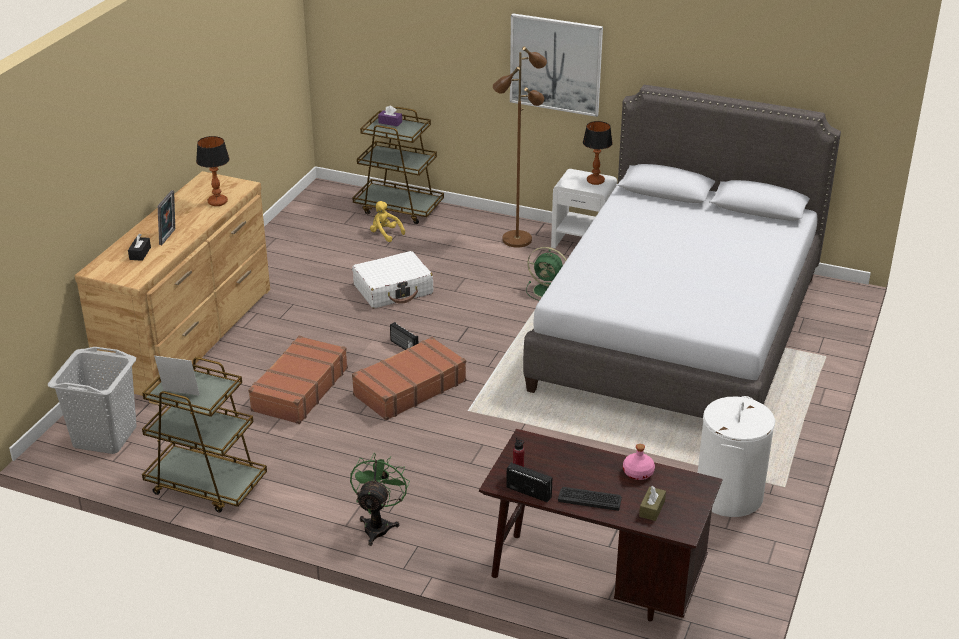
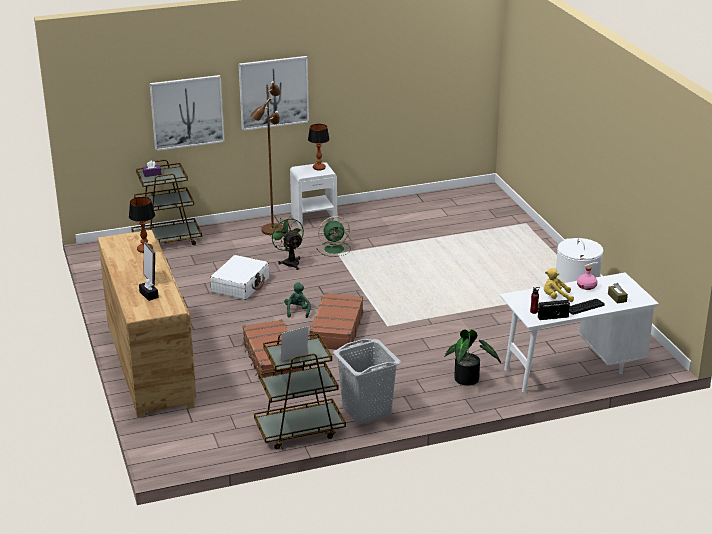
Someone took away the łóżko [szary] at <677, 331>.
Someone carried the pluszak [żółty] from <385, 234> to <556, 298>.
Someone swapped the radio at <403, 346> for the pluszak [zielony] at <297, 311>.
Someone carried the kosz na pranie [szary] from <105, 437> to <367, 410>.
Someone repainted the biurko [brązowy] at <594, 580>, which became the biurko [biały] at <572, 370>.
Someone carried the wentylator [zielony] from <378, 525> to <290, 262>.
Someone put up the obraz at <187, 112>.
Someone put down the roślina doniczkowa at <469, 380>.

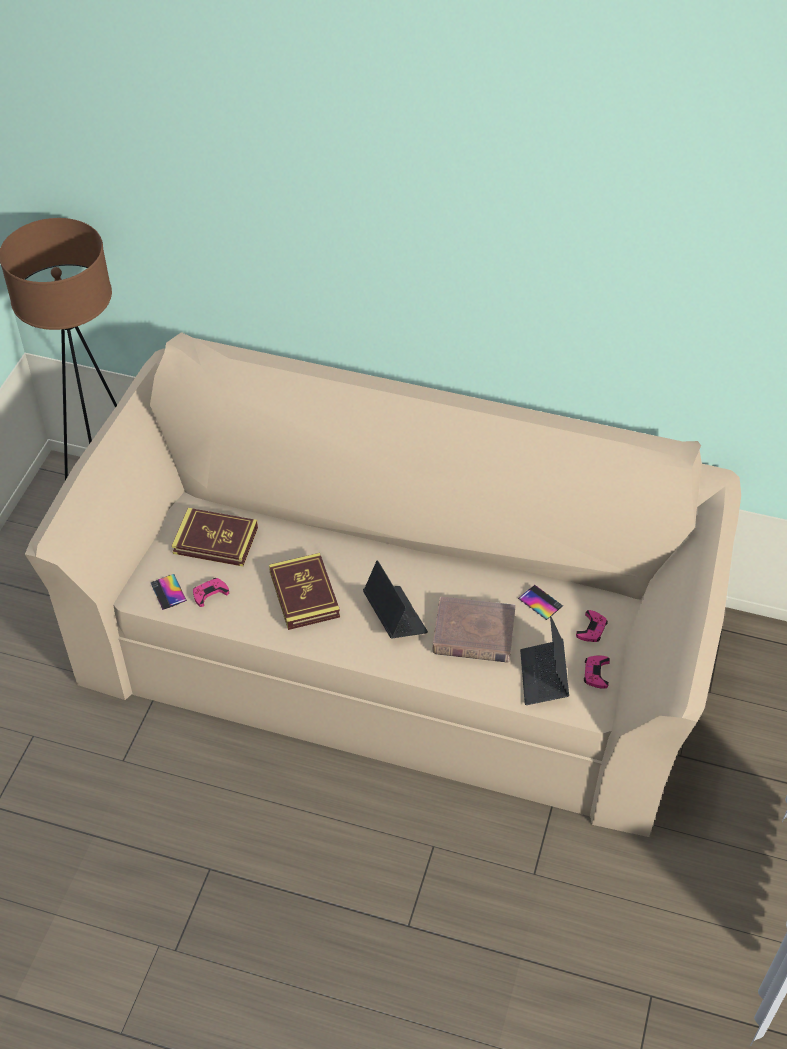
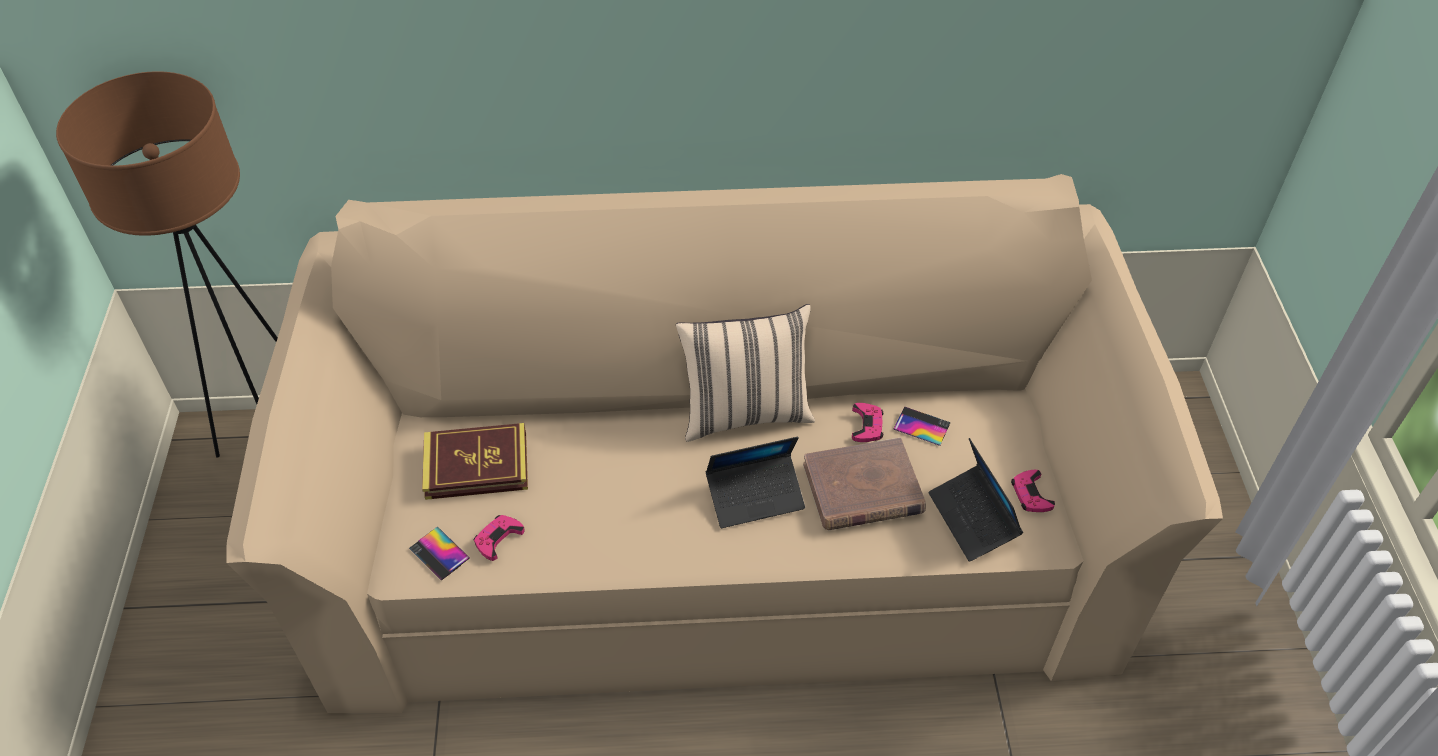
Someone took away the książka at <304, 594>.
Someone rotated the laptop at <395, 616> by 120 degrees clockwise.
Someone carried the pad do gier [różowy] from <592, 629> to <867, 425>.
Someone put down the poduszka [beżowy] at <745, 412>.

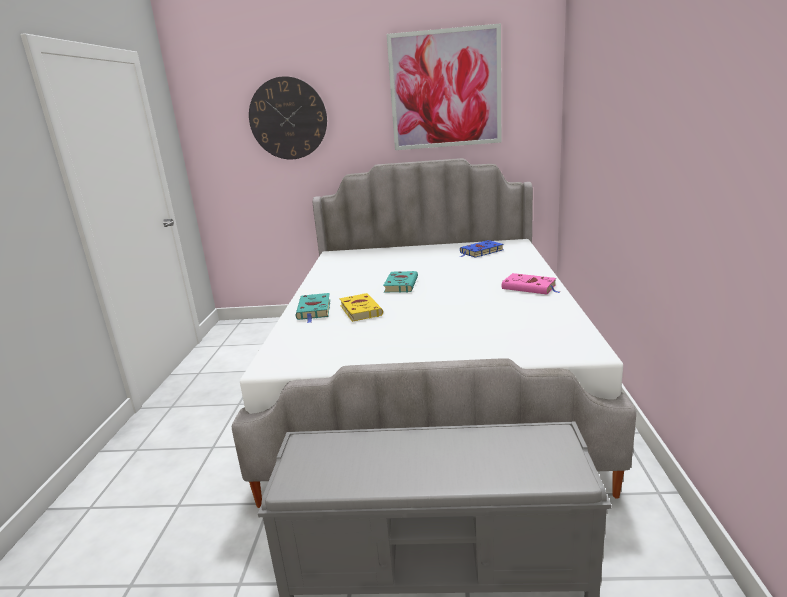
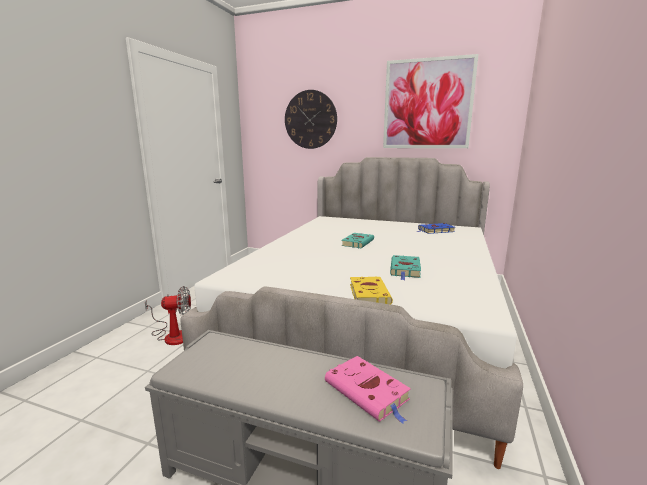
Someone carried the książka [różowy] from <530, 287> to <368, 392>.
Someone carried the książka [turkusowy] from <314, 310> to <405, 270>.
Someone carried the książka [żółty] from <360, 310> to <368, 293>.
Someone put down the wentylator at <172, 335>.

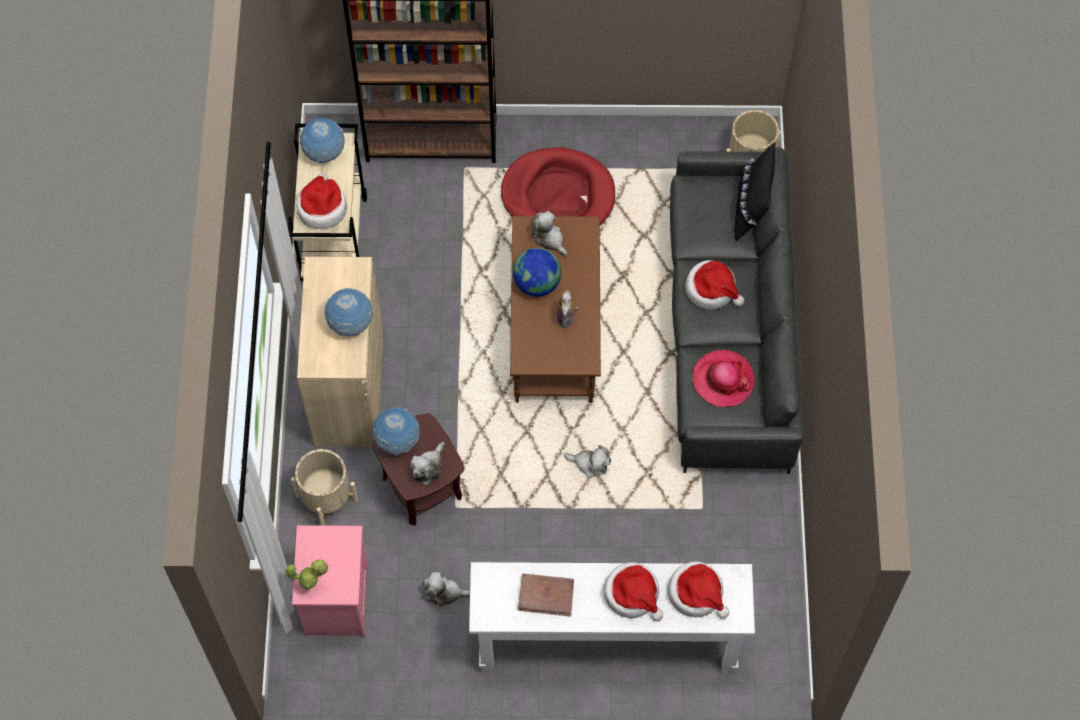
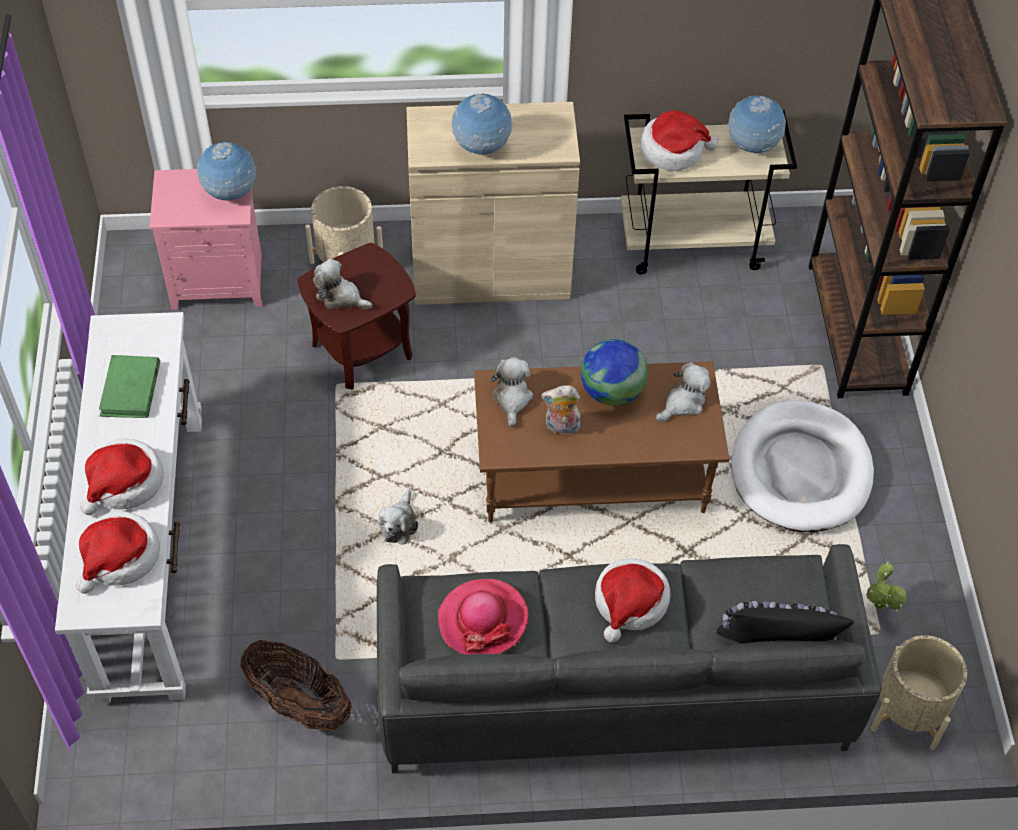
Someone repainted the legowisko [czerwony] at <558, 196>, which became the legowisko [biały] at <800, 471>.
Someone carried the globus from <397, 441> to <230, 193>.
Someone carried the roślina doniczkowa from <310, 583> to <879, 609>.
Someone carried the pluszak from <445, 593> to <512, 398>.
Someone repainted the książka [brązowy] at <546, 596>, which became the książka [zielony] at <130, 390>.
Someone put down the koszyk at <299, 703>.

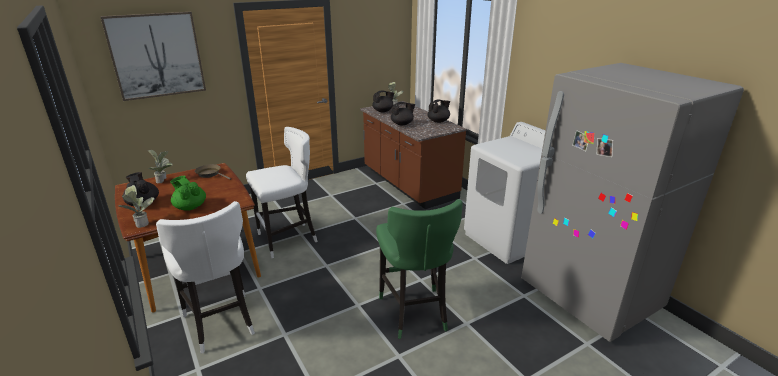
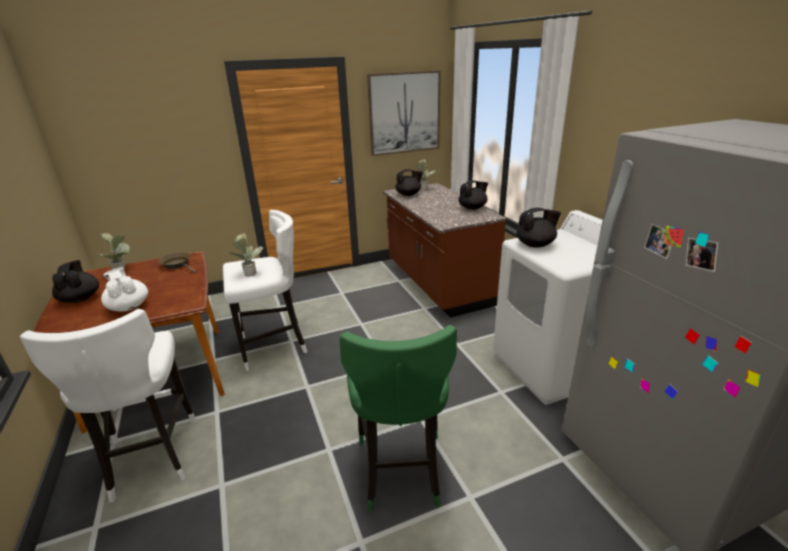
Someone carried the obraz from <156, 55> to <404, 113>.
Someone carried the imbryk [czarny] from <402, 124> to <535, 245>.
Someone repainted the imbryk [zielony] at <190, 207>, which became the imbryk [biały] at <129, 306>.
Someone carried the roślina doniczkowa from <141, 223> to <249, 272>.

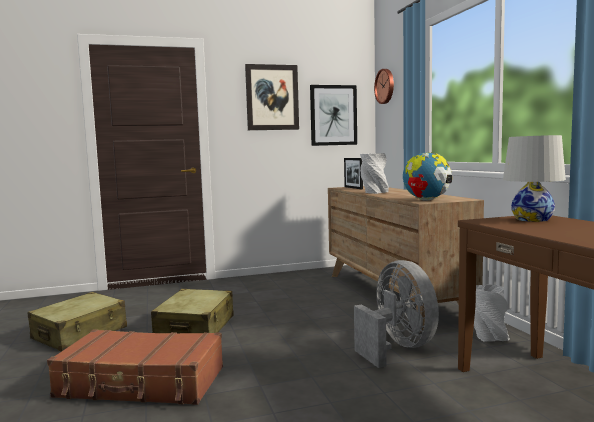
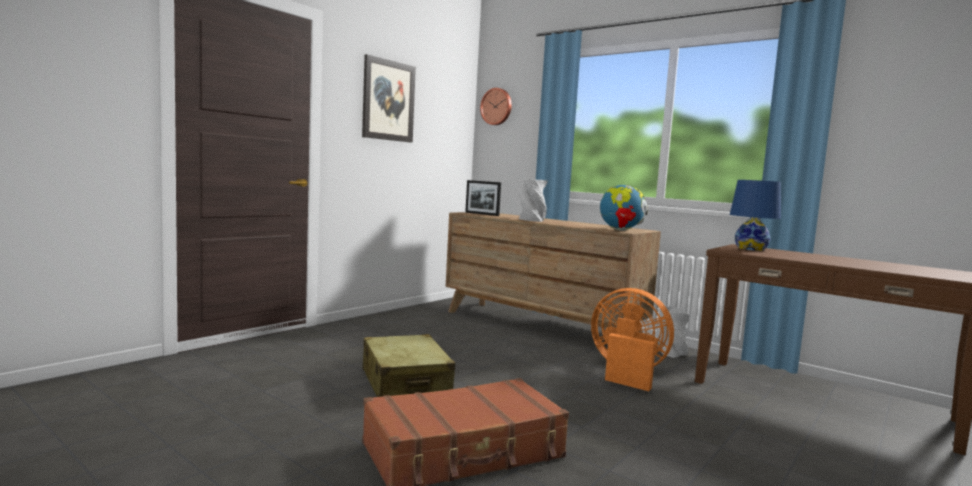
Someone took away the obraz at <333, 115>.
Someone repainted the lampa stołowa [biały] at <532, 219>, which became the lampa stołowa [niebieski] at <751, 249>.
Someone repainted the wentylator [szary] at <397, 348>, which became the wentylator [pomarańczowy] at <627, 372>.
Someone took away the walizka [beżowy] at <80, 334>.

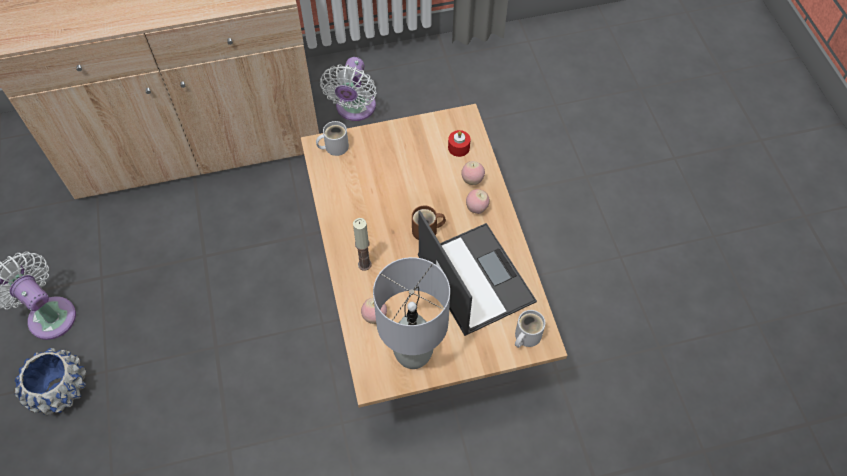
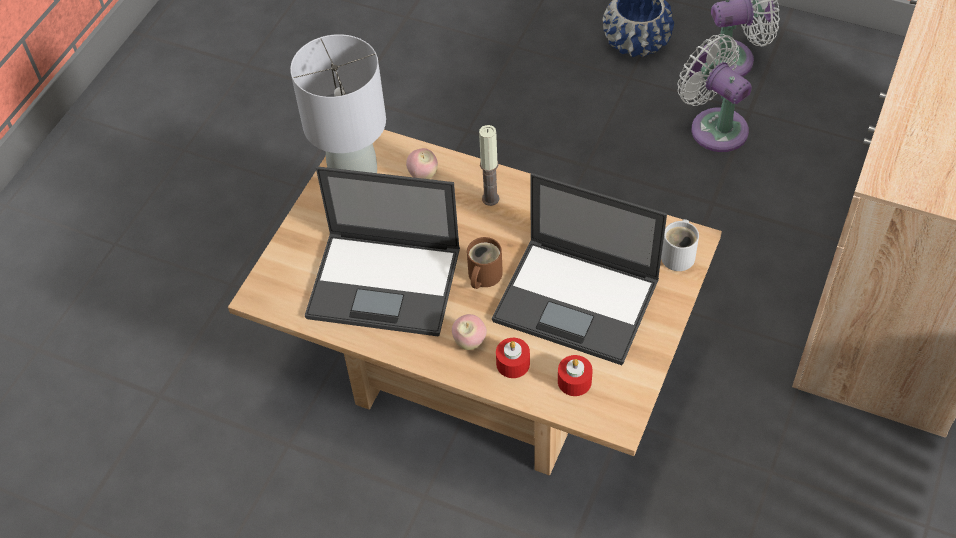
Someone carried the wentylator [biały] from <354, 109> to <714, 126>.
Someone swapped the jabłko at <472, 180> for the świeca [czerwony] at <513, 363>.
Someone took away the kubek [biały] at <525, 336>.
Someone put down the laptop at <578, 301>.

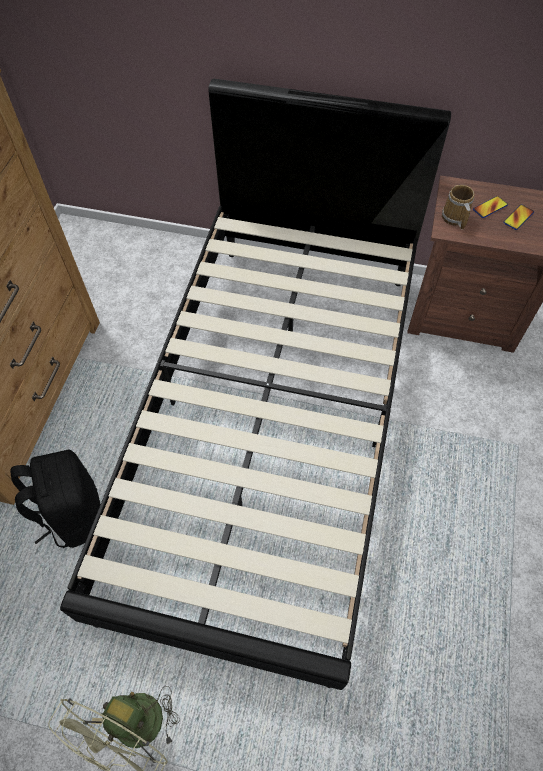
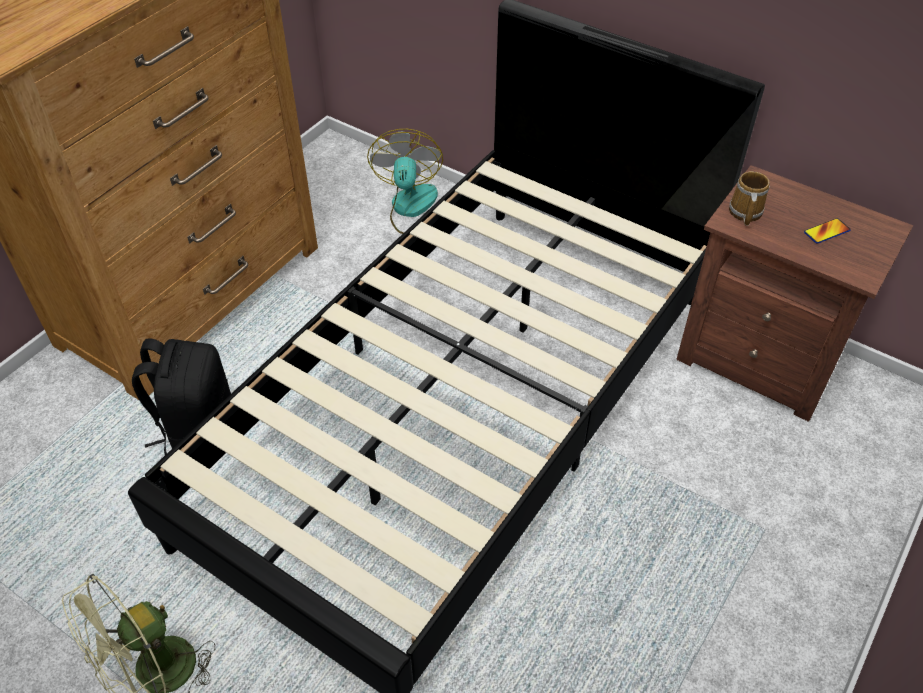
Someone took away the telefon at <490, 207>.
Someone put down the wentylator at <415, 209>.

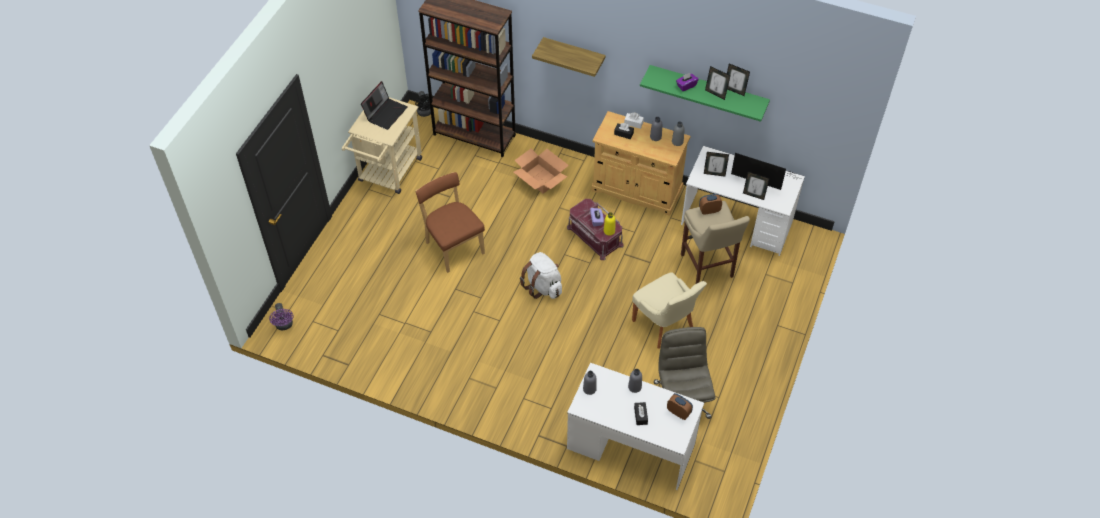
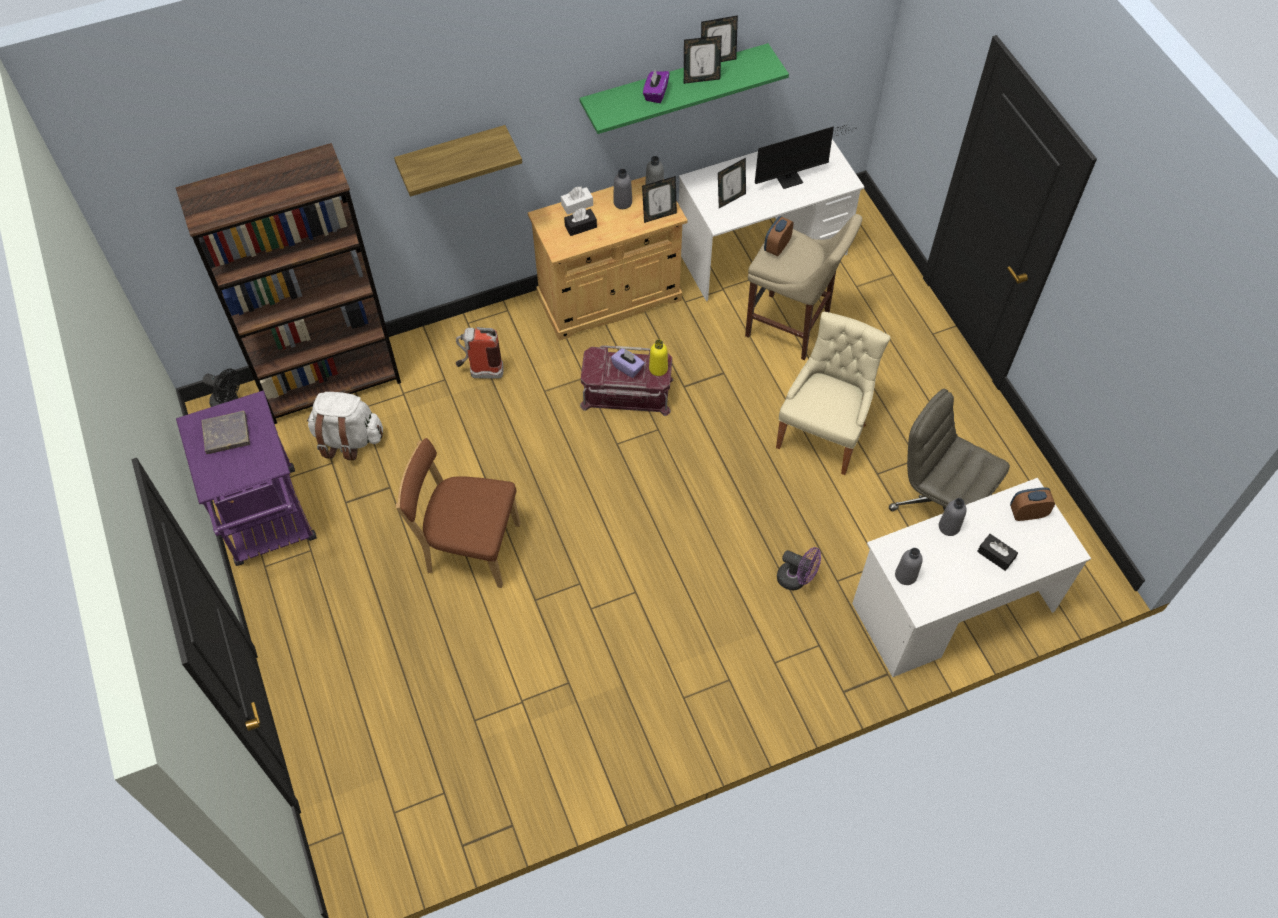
Someone swapped the laptop at <385, 113> for the książka [szary] at <226, 434>.
Someone repainted the wózek [beżowy] at <388, 174>, which became the wózek [fioletowy] at <269, 524>.
Someone swapped the karton at <541, 178> for the gaśnica at <480, 373>.
Someone carried the ramka na zdjęcie from <754, 195> to <659, 215>.
Someone carried the plecak [biały] from <543, 286> to <348, 439>.
Someone rotated the krzesło [beżowy] at <664, 325> by 75 degrees counterclockwise.
Someone carried the wentylator [fioletowy] from <284, 325> to <796, 579>.

